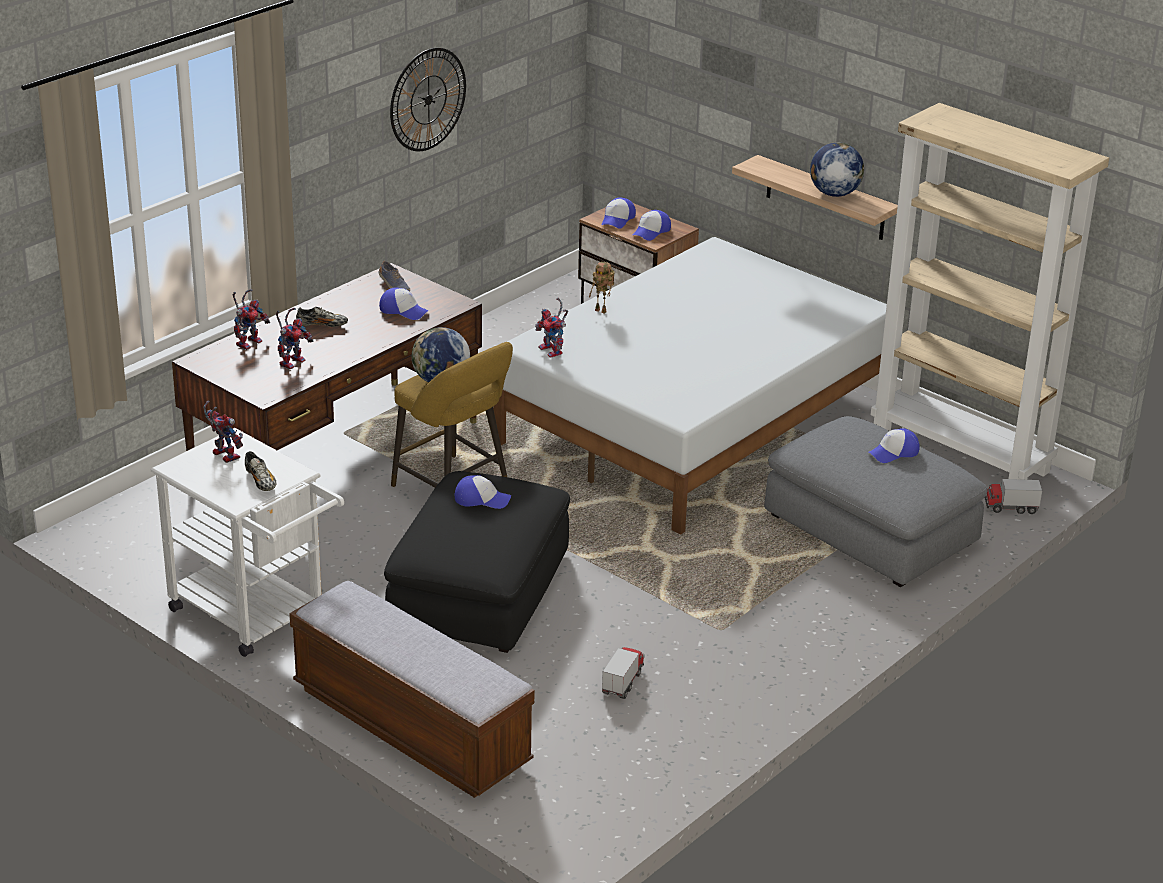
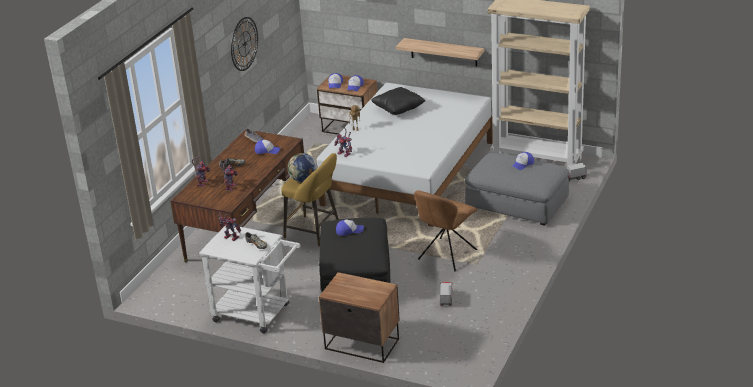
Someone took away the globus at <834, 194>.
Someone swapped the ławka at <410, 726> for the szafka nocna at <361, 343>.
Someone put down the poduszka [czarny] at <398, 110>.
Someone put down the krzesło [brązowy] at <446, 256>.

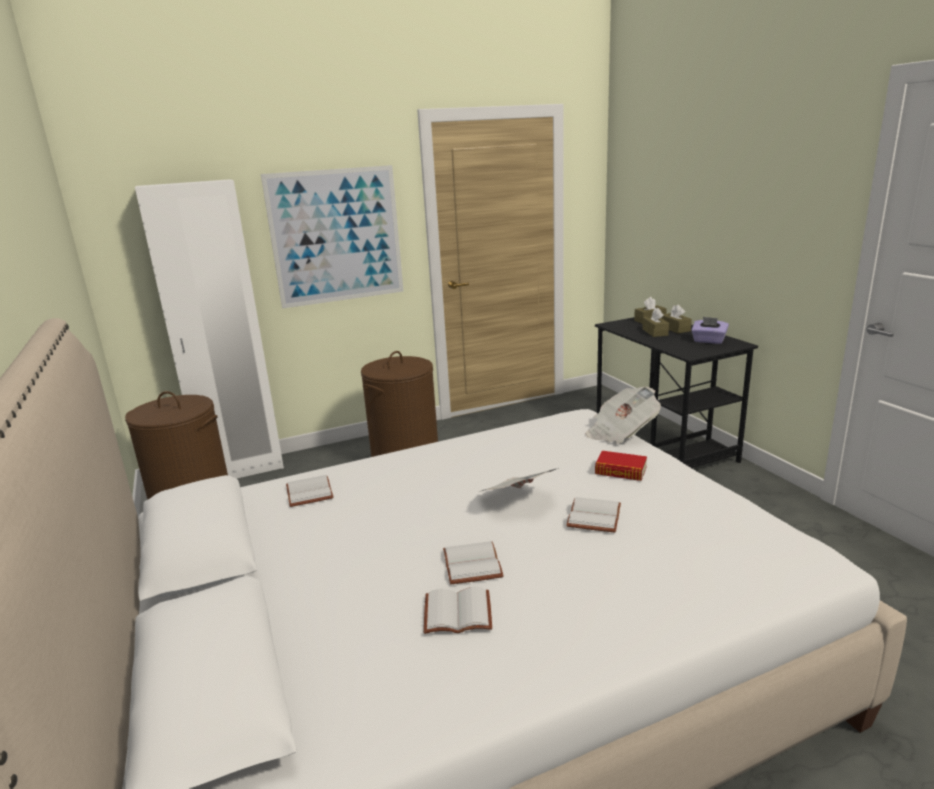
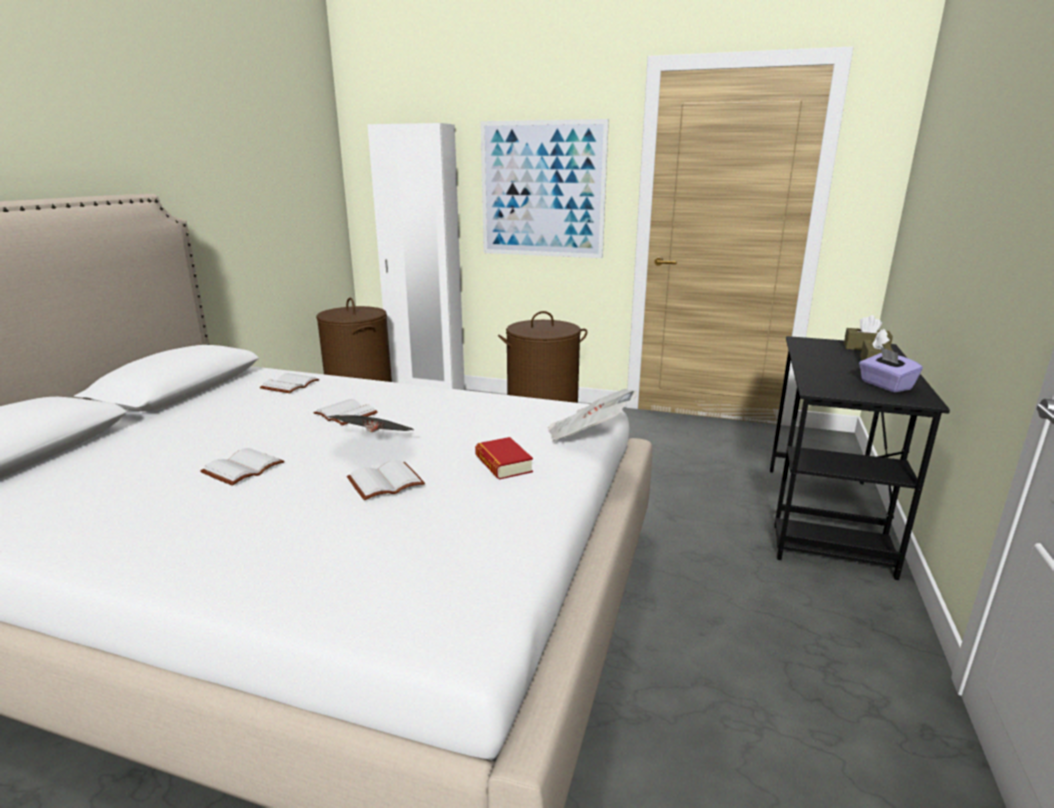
Someone took away the pudełko chusteczek [brązowy] at <655, 332>.
Someone carried the książka [biały] from <456, 615> to <344, 414>.

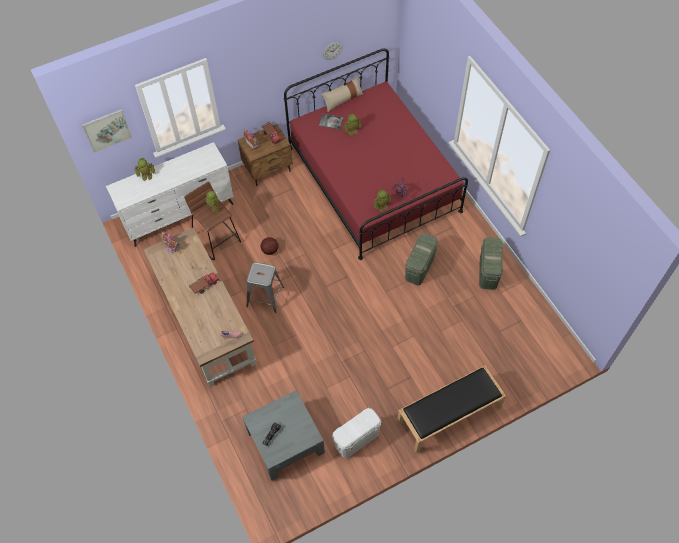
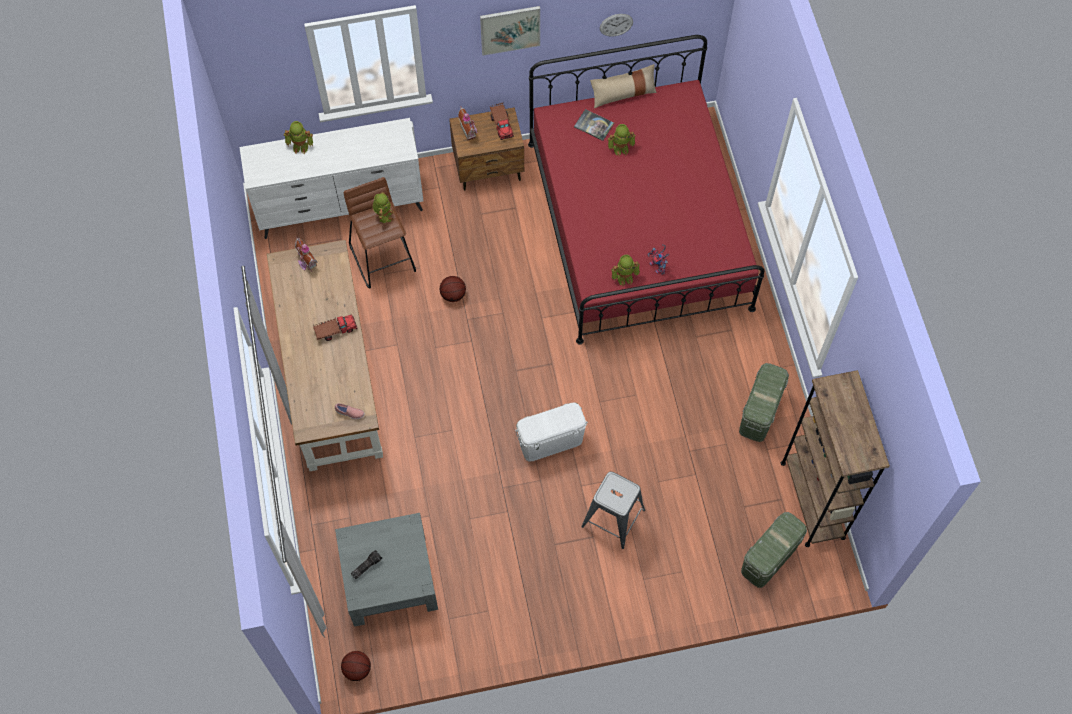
Someone carried the obraz from <107, 130> to <510, 29>.
Someone carried the pojemnik do przechowywania [zielony] from <419, 267> to <769, 558>.
Someone carried the stołek [szary] from <265, 297> to <613, 518>.
Someone took away the ławka [czarny] at <449, 415>.
Someone carried the pojemnik do przechowywania [biały] from <356, 439> to <550, 442>.
Someone put down the regał [brązowy] at <812, 500>.
Someone put down the piłka do koszykówki at <357, 669>.

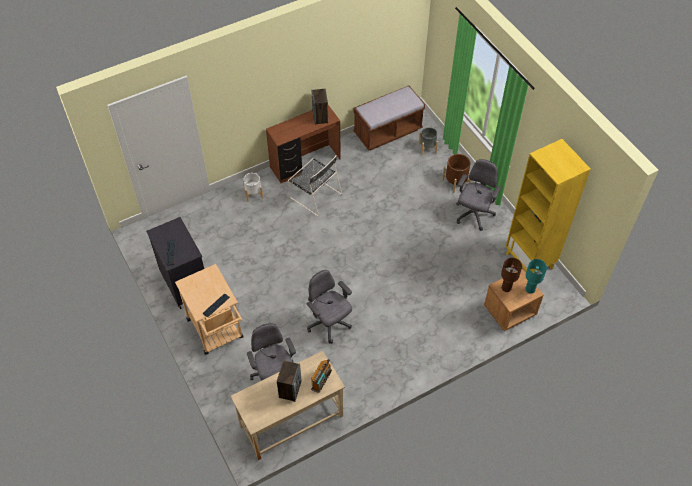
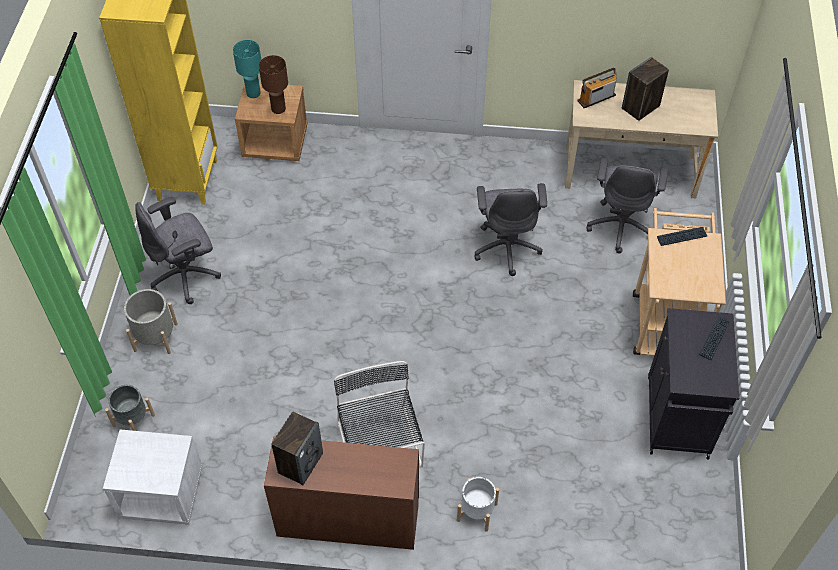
Someone swapped the ławka [brązowy] at <387, 132> for the szafka nocna [biały] at <161, 494>.
Someone repainted the donica [brązowy] at <455, 182>, which became the donica [szary] at <155, 337>.

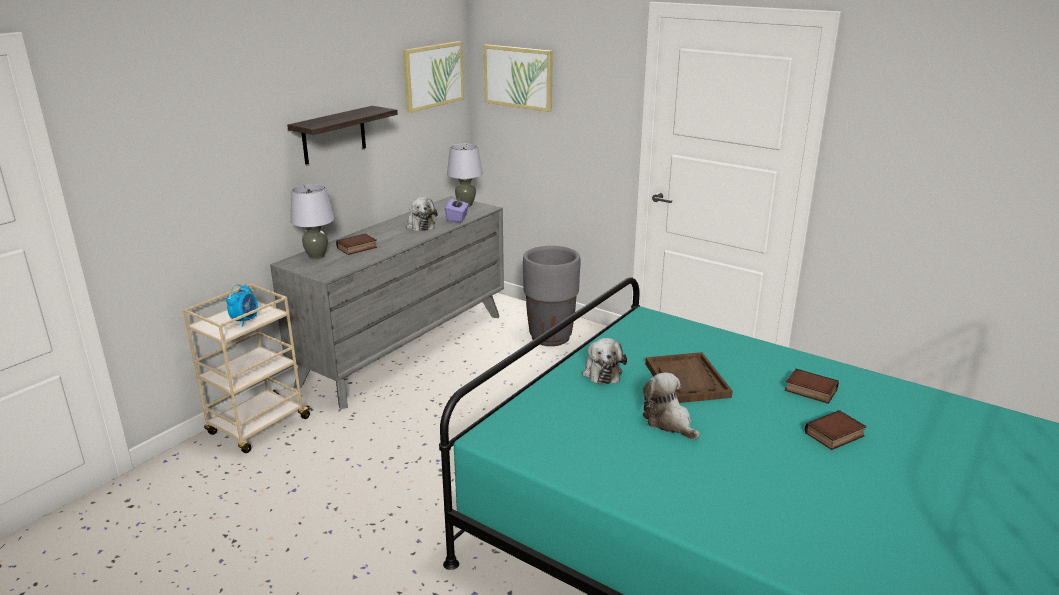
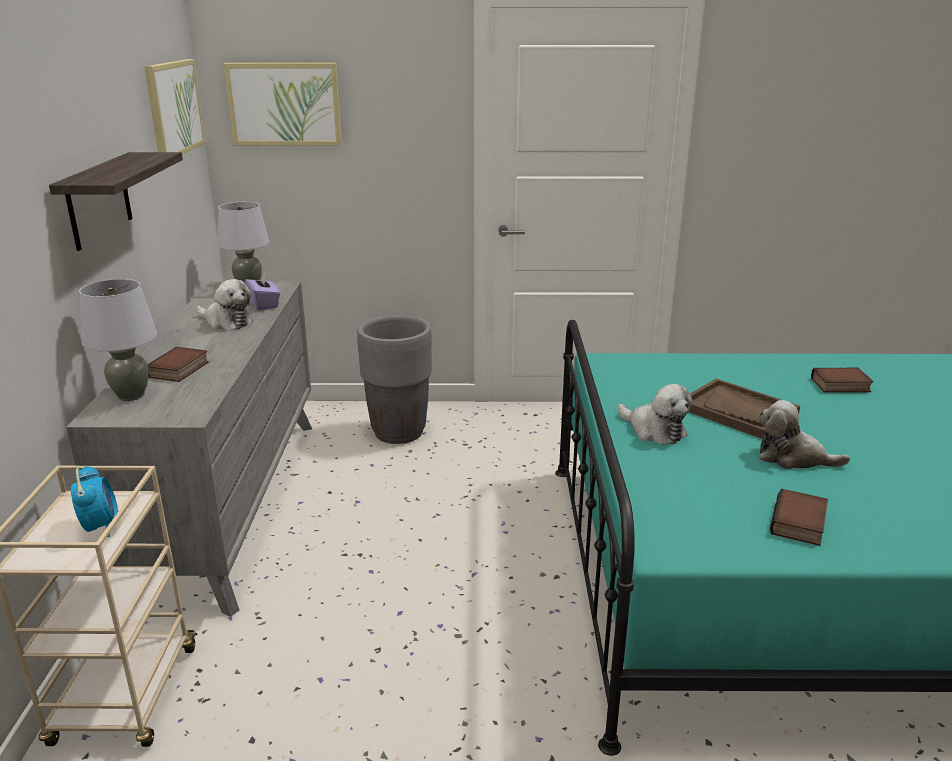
Someone carried the książka from <835, 435> to <800, 524>.

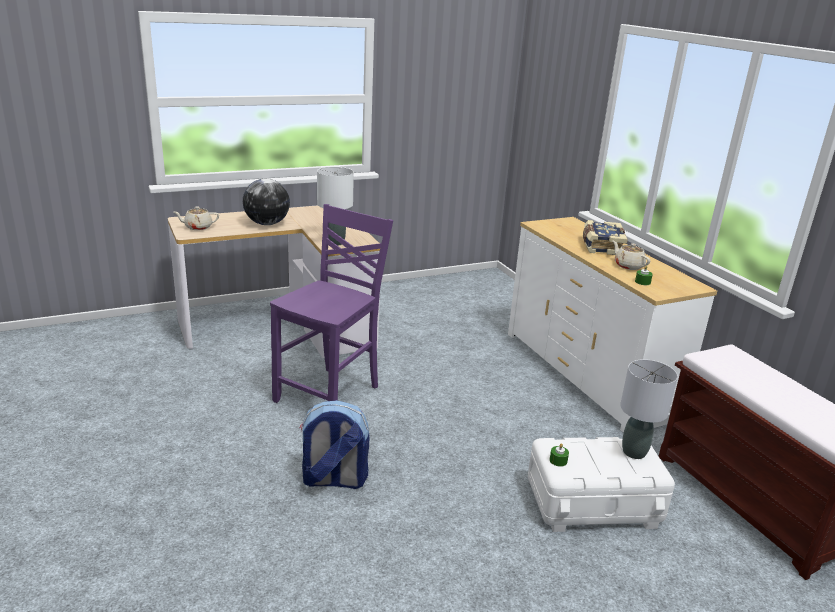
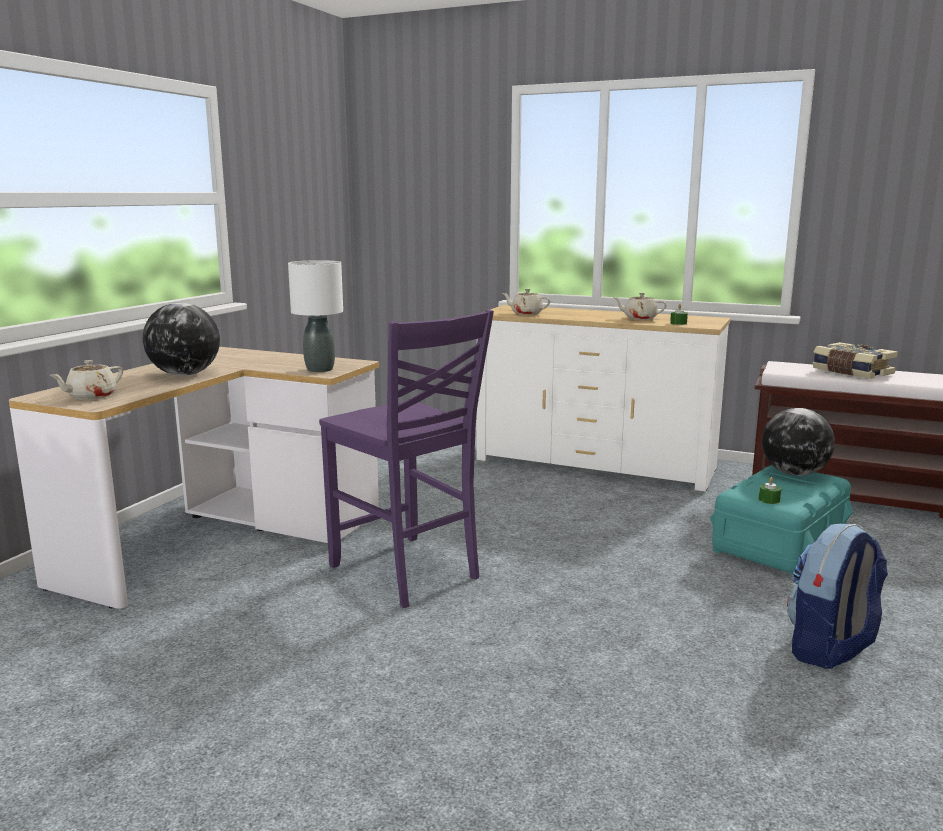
Someone rotated the krzesło [fioletowy] at <330, 394> by 150 degrees clockwise.
Someone carried the książka from <601, 246> to <851, 372>.
Someone swapped the lampa stołowa [szary] at <634, 452> for the globus at <794, 473>.
Someone carried the plecak from <333, 480> to <830, 649>.
Someone repainted the pojemnik do przechowywania [biały] at <593, 504>, which became the pojemnik do przechowywania [turkusowy] at <779, 545>.
Someone put down the imbryk [beżowy] at <526, 313>.

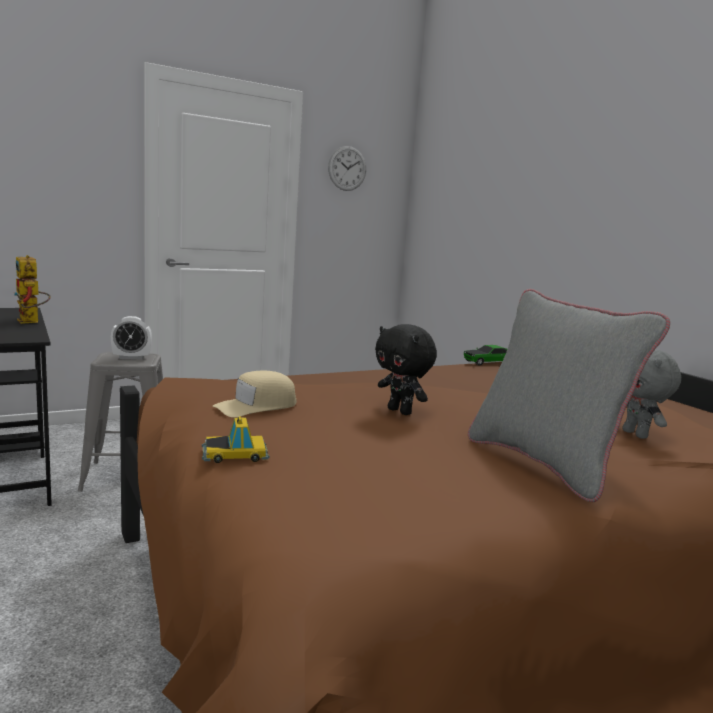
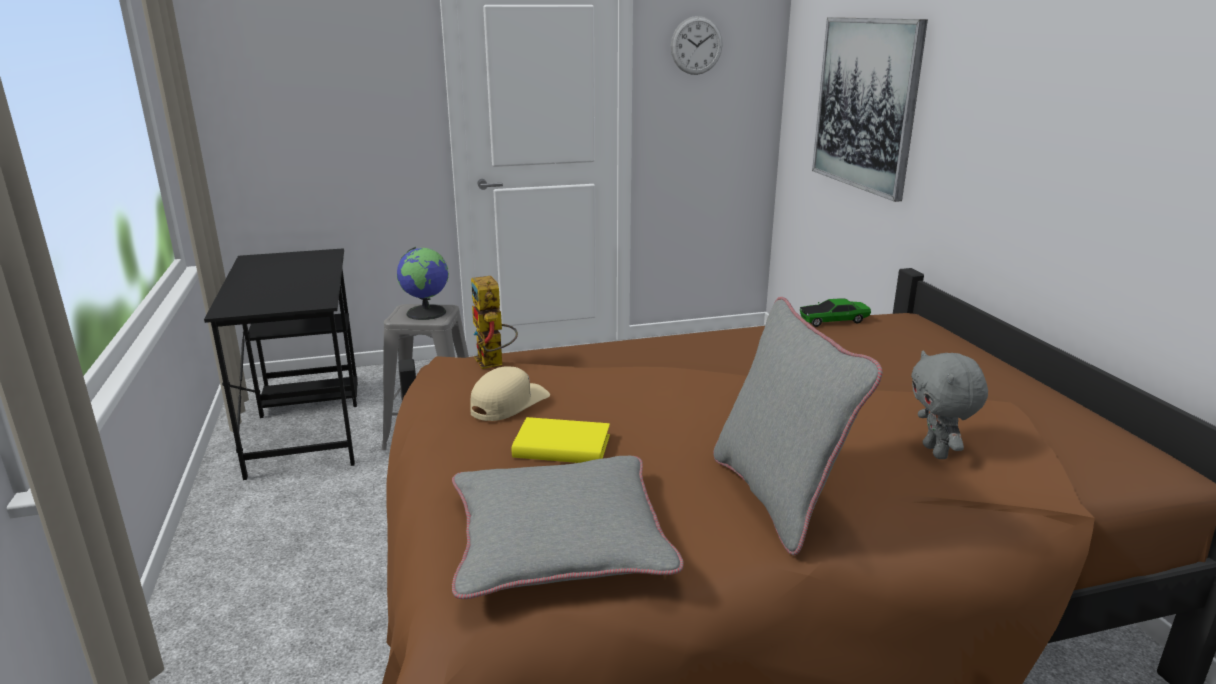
Someone carried the robot zabawkowy from <31, 322> to <494, 364>.
Someone swapped the budzik at <131, 358> for the globus at <426, 312>.
Someone took away the pluszak [czarny] at <400, 411>.
Someone rotated the czapka z daszkiem [beżowy] at <256, 406> by 150 degrees clockwise.
Someone took away the samochodzik at <235, 454>.
Someone put up the obraz at <866, 104>.
Someone put down the książka [żółty] at <562, 447>.
Someone put down the poduszka [szary] at <559, 539>.

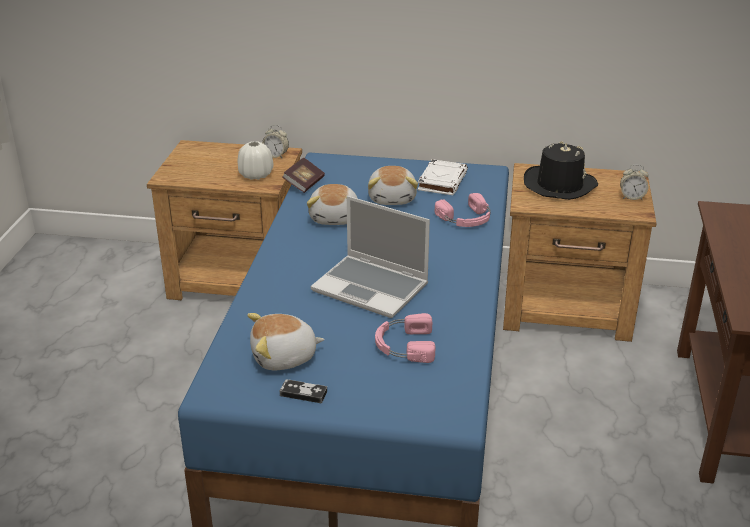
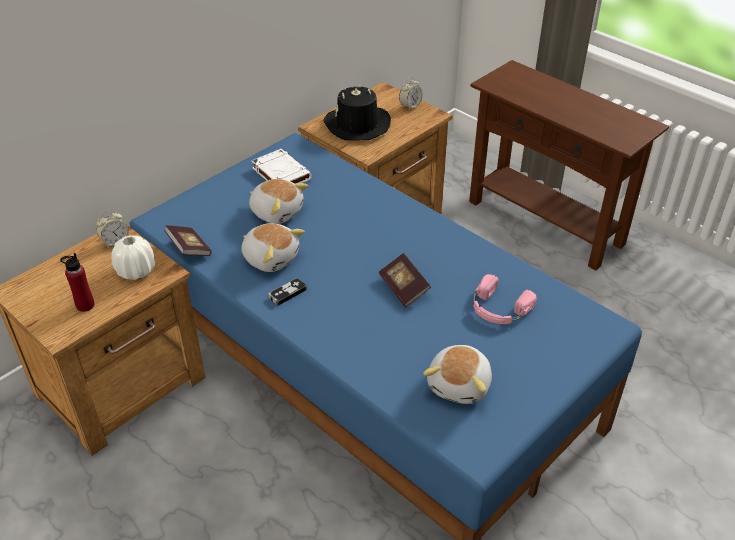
Someone took away the słuchawki [różowy] at <466, 219>.
Someone swapped the laptop at <372, 288> for the książka at <404, 288>.
Someone carried the pad do gier from <303, 393> to <287, 293>.
Someone put down the butelka [czerwony] at <85, 305>.

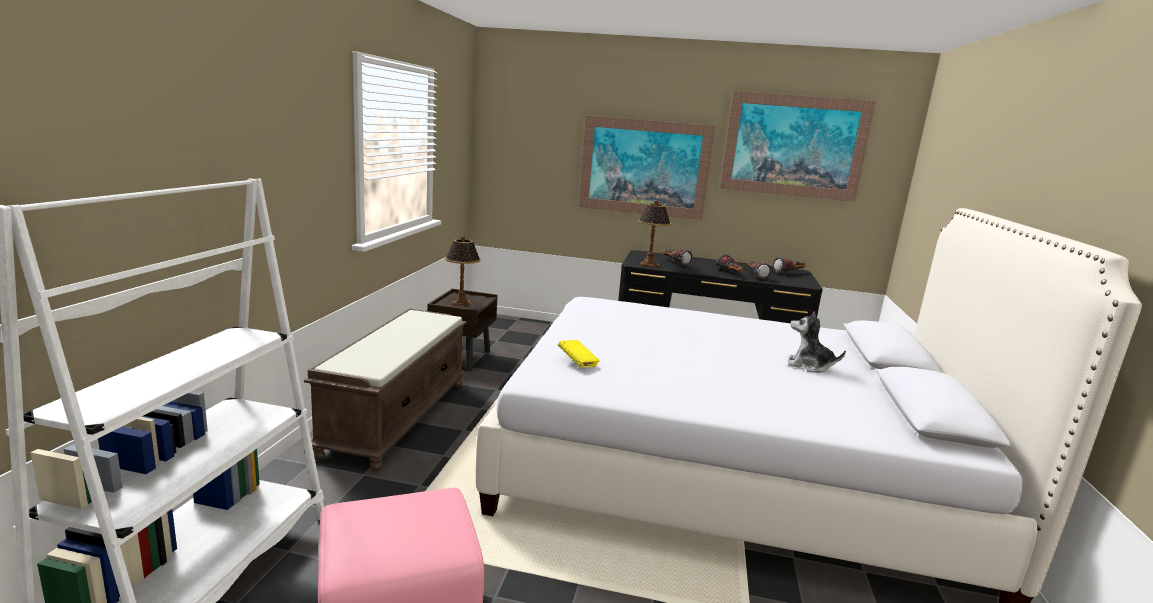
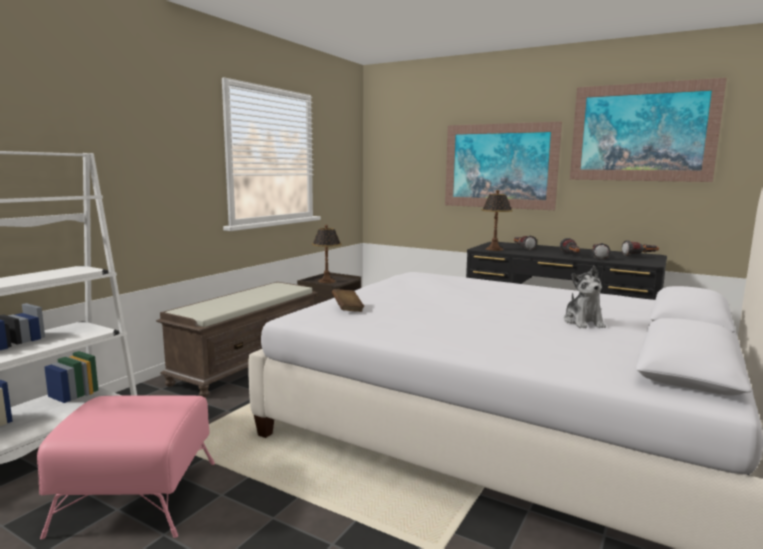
Someone rotated the pluszak at <809, 366> by 135 degrees counterclockwise.
Someone repainted the książka [żółty] at <577, 363>, which became the książka [brązowy] at <347, 309>.

